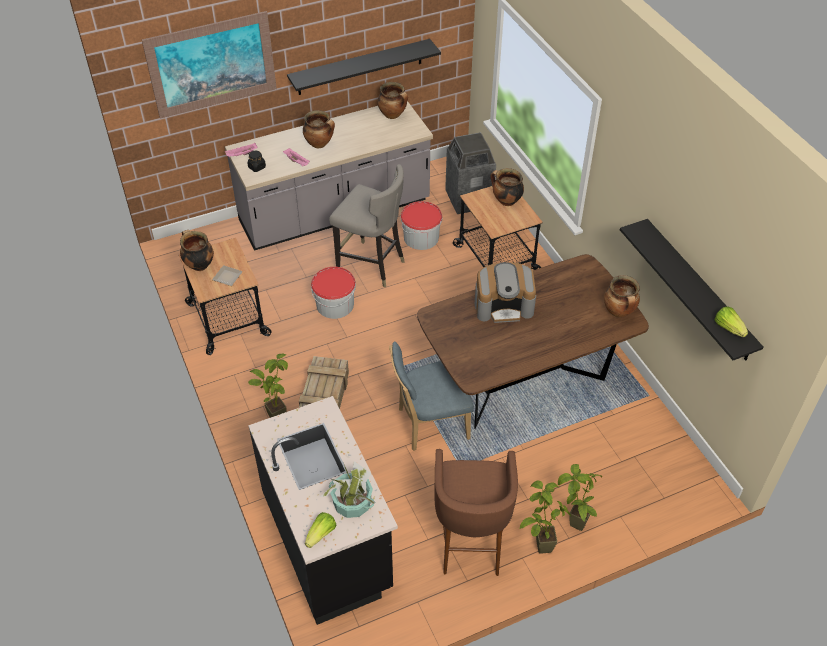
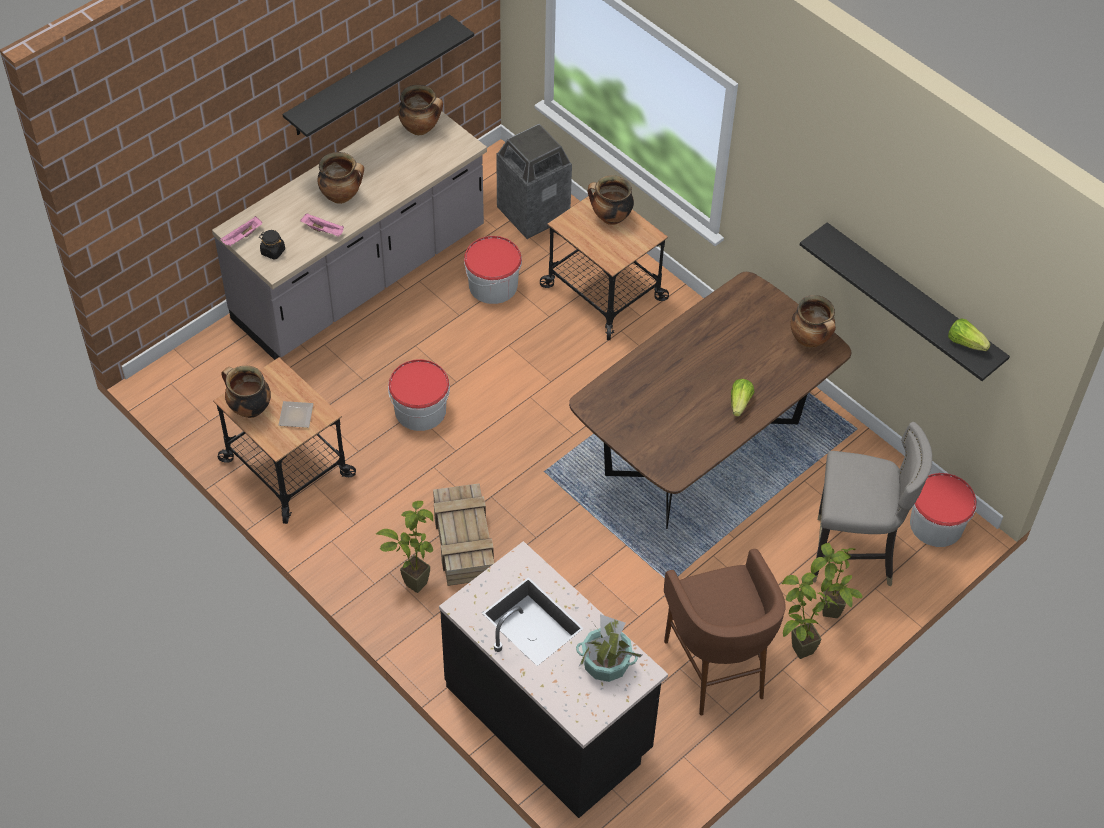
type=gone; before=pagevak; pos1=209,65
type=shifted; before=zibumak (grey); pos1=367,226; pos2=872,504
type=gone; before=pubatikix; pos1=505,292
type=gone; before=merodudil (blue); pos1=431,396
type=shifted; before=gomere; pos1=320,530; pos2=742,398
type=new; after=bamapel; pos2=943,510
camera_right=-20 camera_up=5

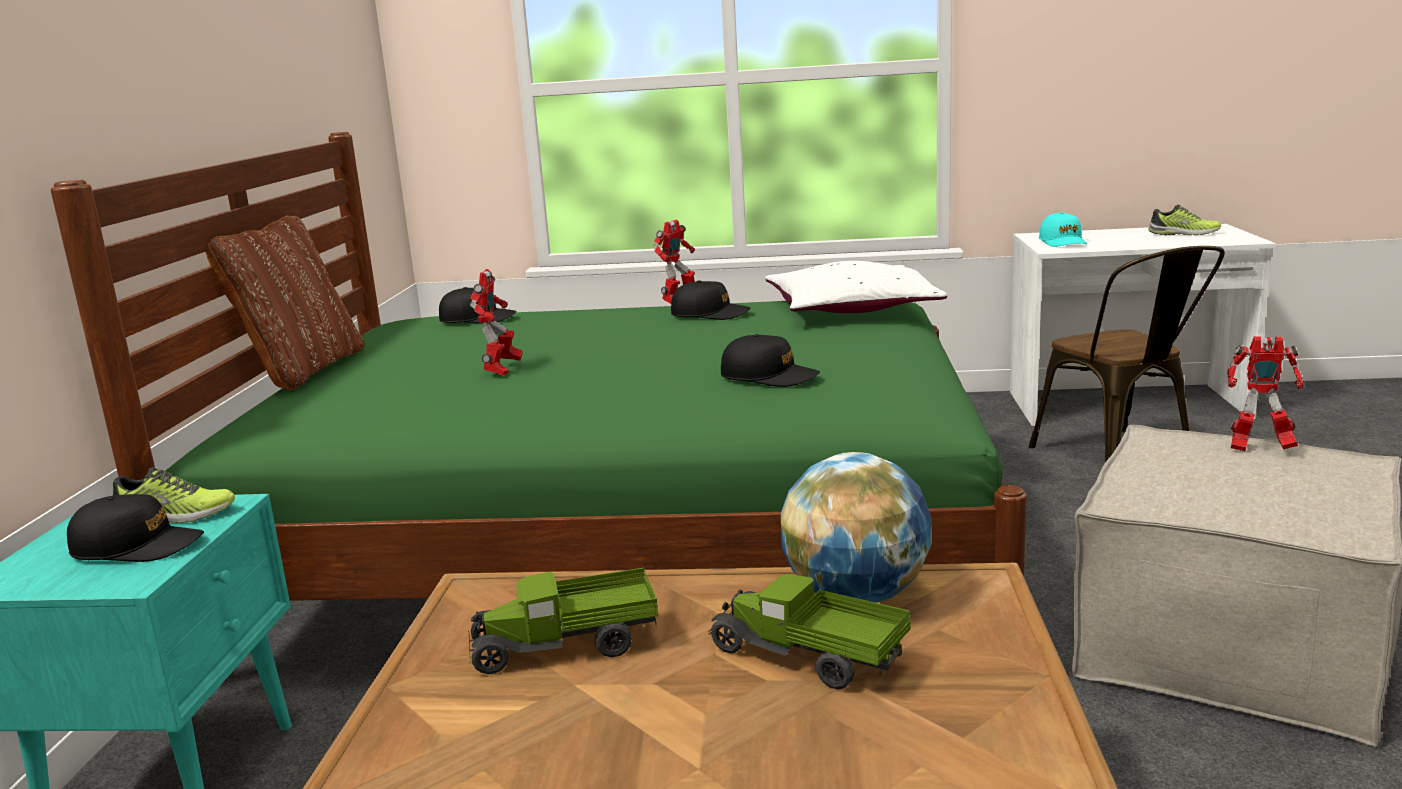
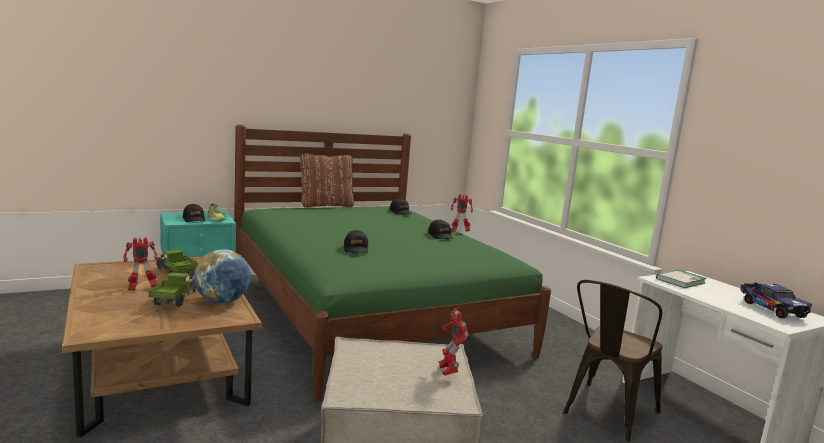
type=swapped; before=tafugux; after=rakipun; pos1=1184,219; pos2=776,300
type=swapped; before=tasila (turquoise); after=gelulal; pos1=1063,229; pos2=681,279
type=gone; before=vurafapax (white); pos1=856,287
type=shifted; before=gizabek; pos1=496,322; pos2=140,264
camera_right=55 camera_up=-5

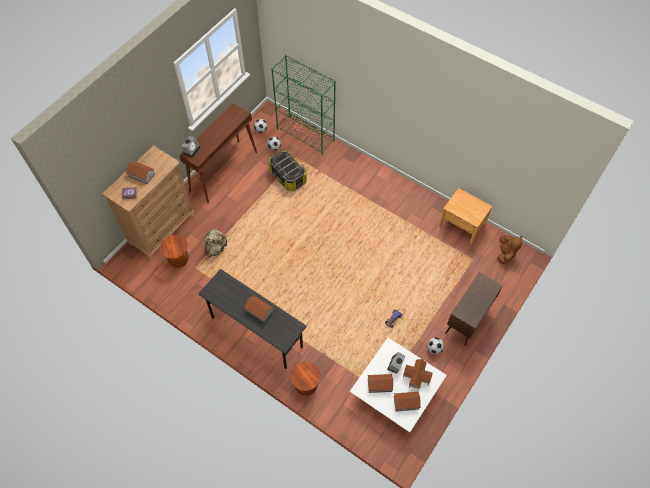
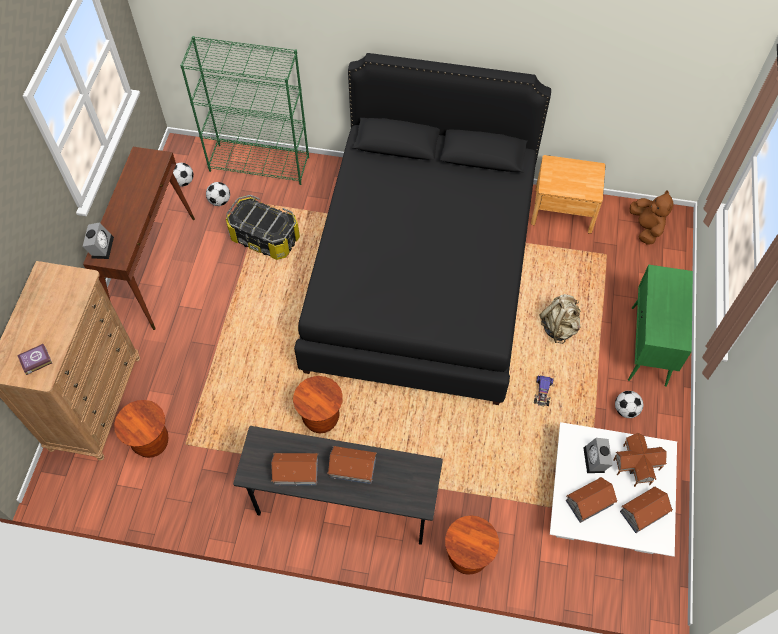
type=shifted; before=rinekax; pos1=140,172; pos2=294,469
type=shifted; before=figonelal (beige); pos1=215,243; pos2=559,319
type=repainted; before=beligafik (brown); after=beligafik (green); pos1=474,309; pos2=660,325
type=new; after=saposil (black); pos2=422,229
type=new; after=zibumak (brown); pos2=318,404
camera_right=-25 camera_up=0

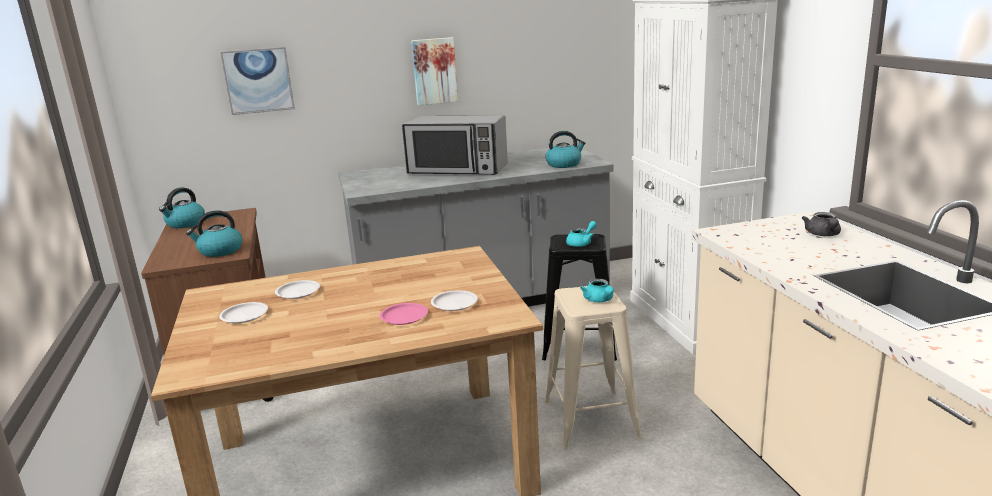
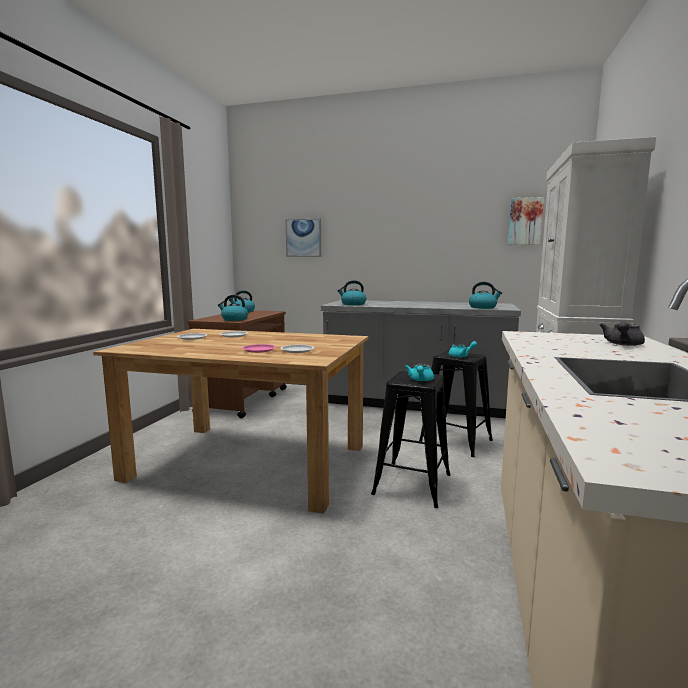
type=shifted; before=pagevak; pos1=434,71; pos2=526,221
type=gone; before=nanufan; pos1=455,145
type=repainted; before=zibumak (beige); after=zibumak (black); pos1=593,367; pos2=411,439
type=new; after=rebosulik; pos2=352,292
camera_right=30 camera_up=-10

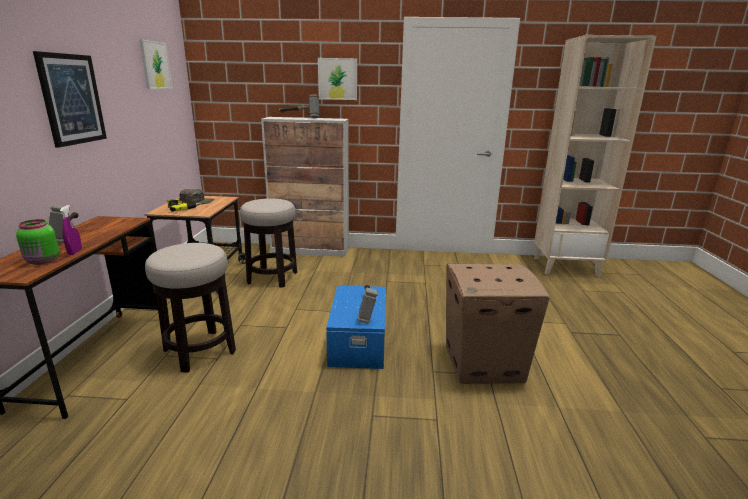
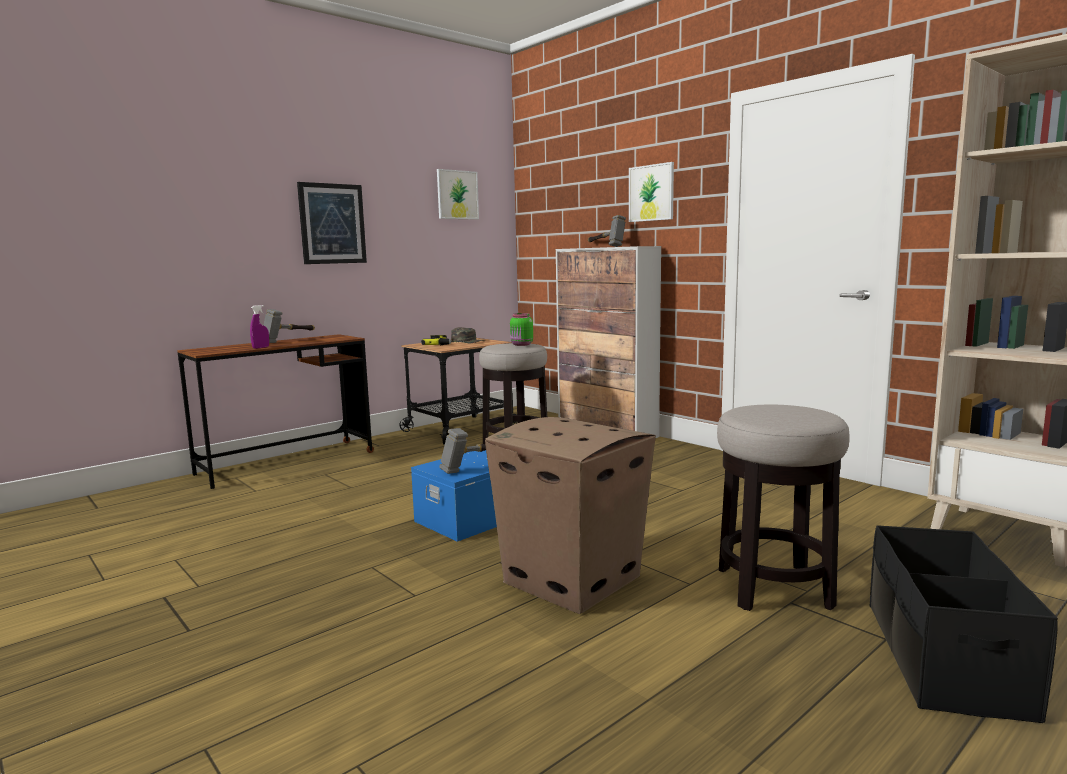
type=shifted; before=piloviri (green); pos1=37,242; pos2=521,329
type=shifted; before=zibumak; pos1=190,308; pos2=783,508
type=new; after=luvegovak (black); pos2=964,624
camera_right=45 camera_up=-10

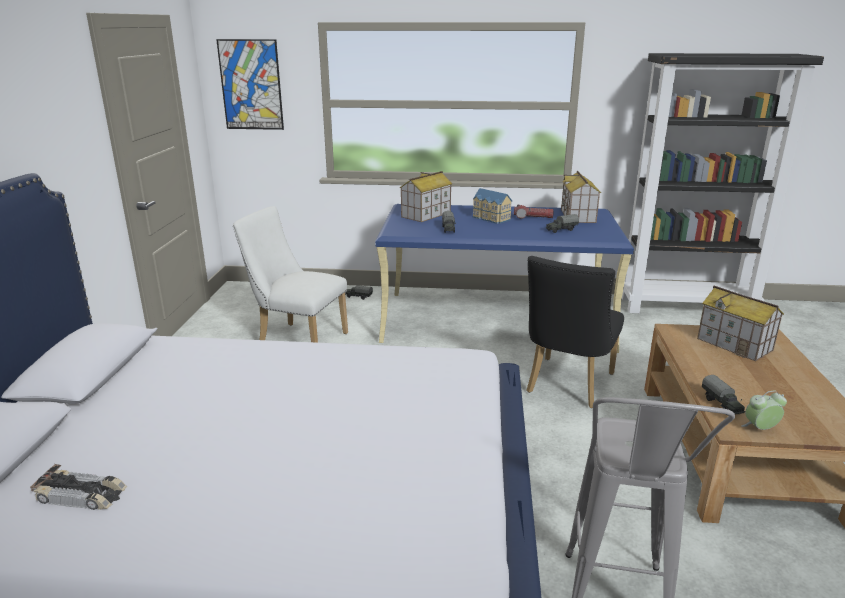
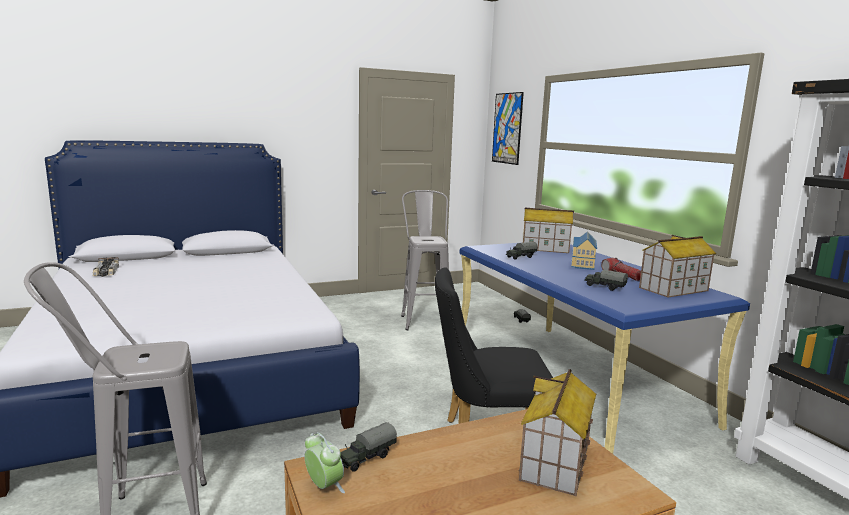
type=swapped; before=merodudil (white); after=zibumak (grey); pos1=290,274; pos2=425,260
camera_right=60 camera_up=-10

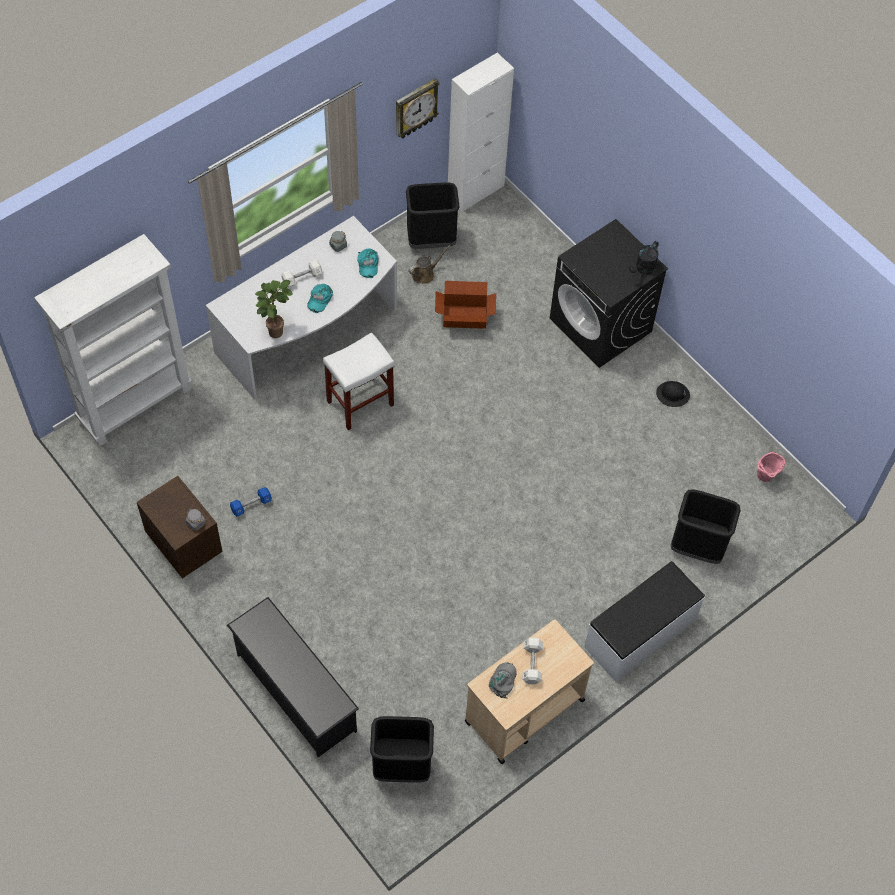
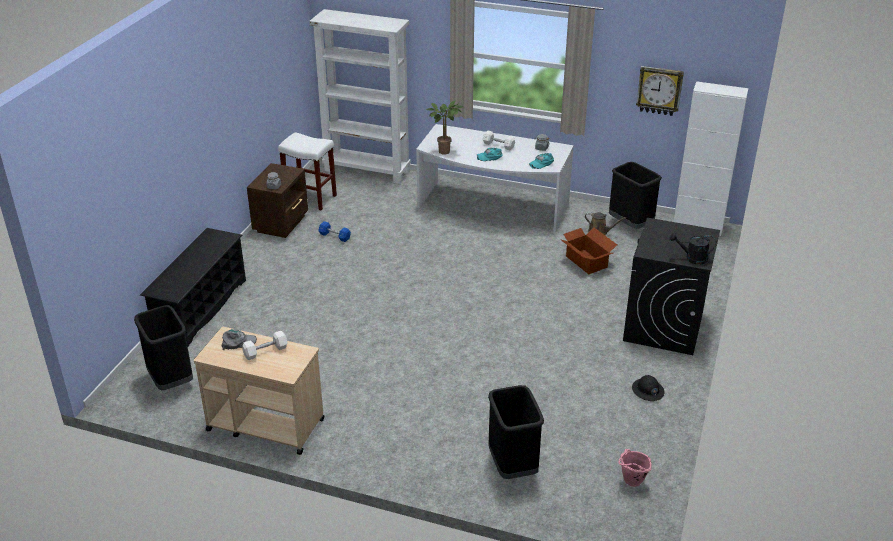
type=shifted; before=zibumak (white); pos1=358,381; pos2=307,171
type=gone; before=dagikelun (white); pos1=644,621
camera_right=60 camera_up=-25

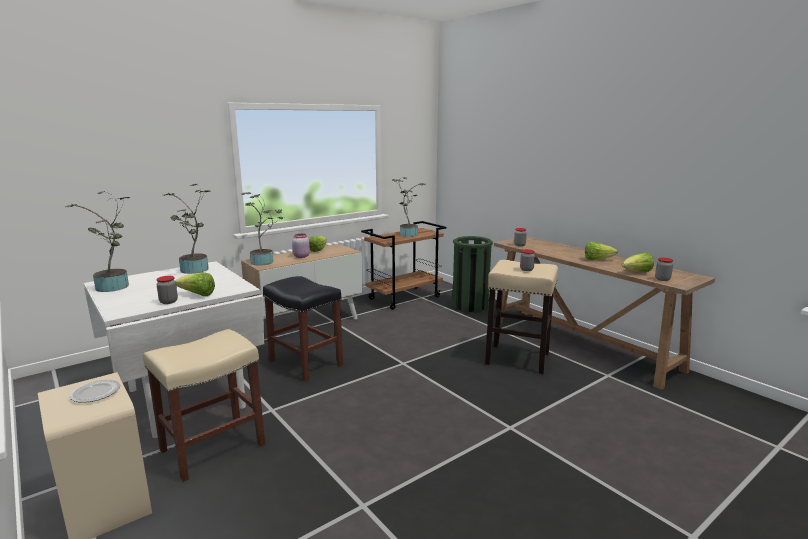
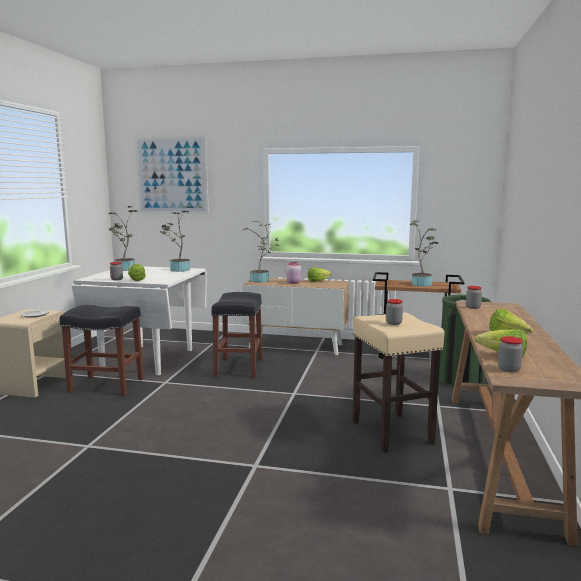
type=repainted; before=zibumak (beige); after=zibumak (black); pos1=204,405; pos2=101,350
type=new; after=pagevak; pos2=172,175
camera_right=50 camera_up=-5

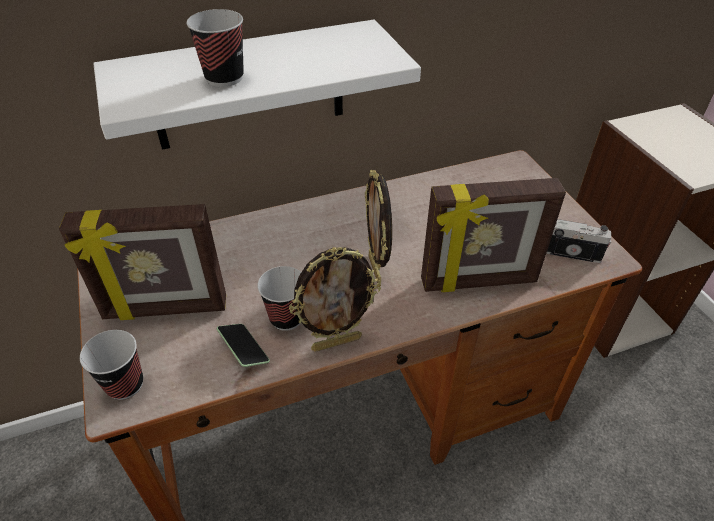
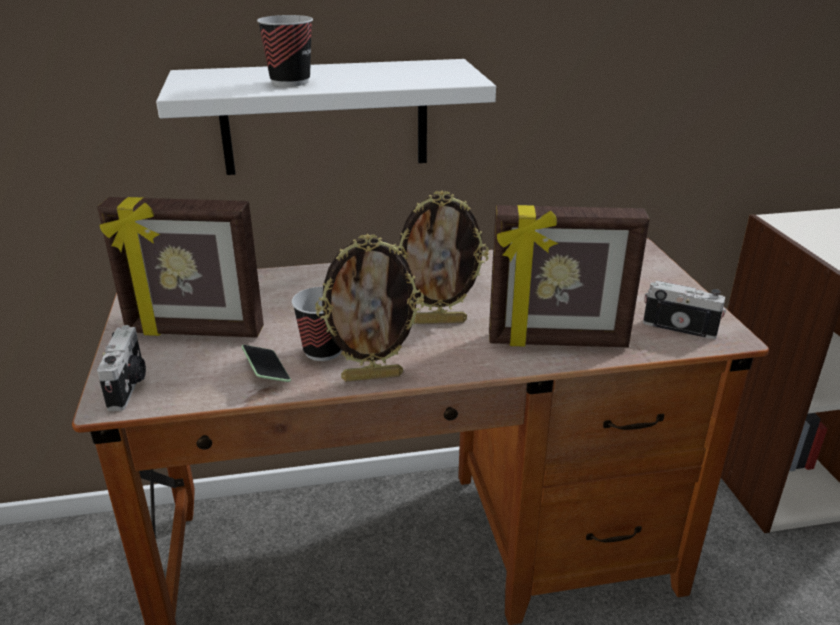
type=rotated; before=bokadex; pos1=378,226; pos2=442,257; turn=-90
type=swapped; before=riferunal; after=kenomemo; pos1=111,365; pos2=121,368
camera_right=10 camera_up=-15

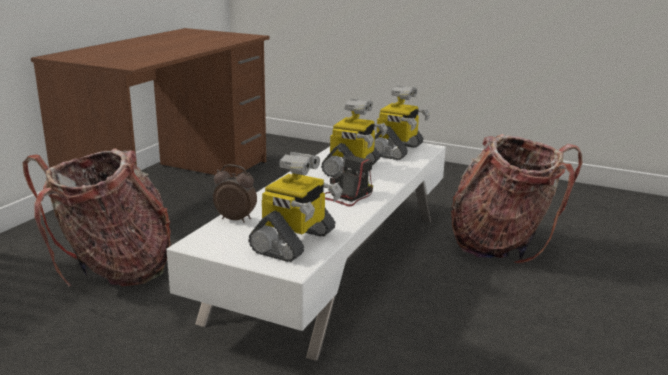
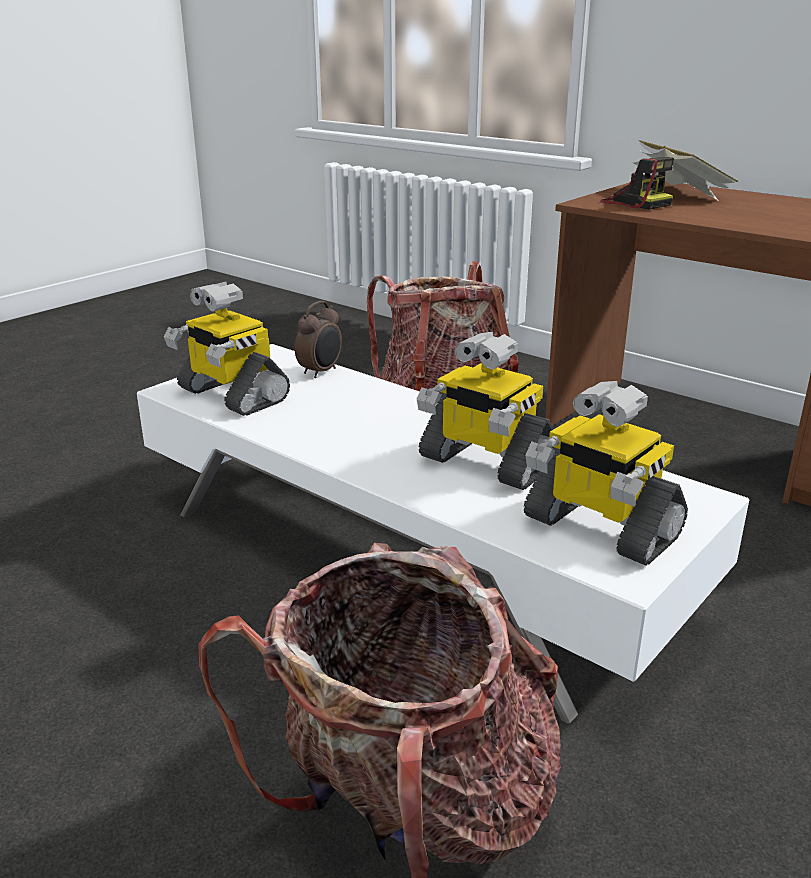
type=shifted; before=kenomemo; pos1=349,180; pos2=637,183
type=new; after=gelulal; pos2=686,170
camera_right=105 camera_up=5

